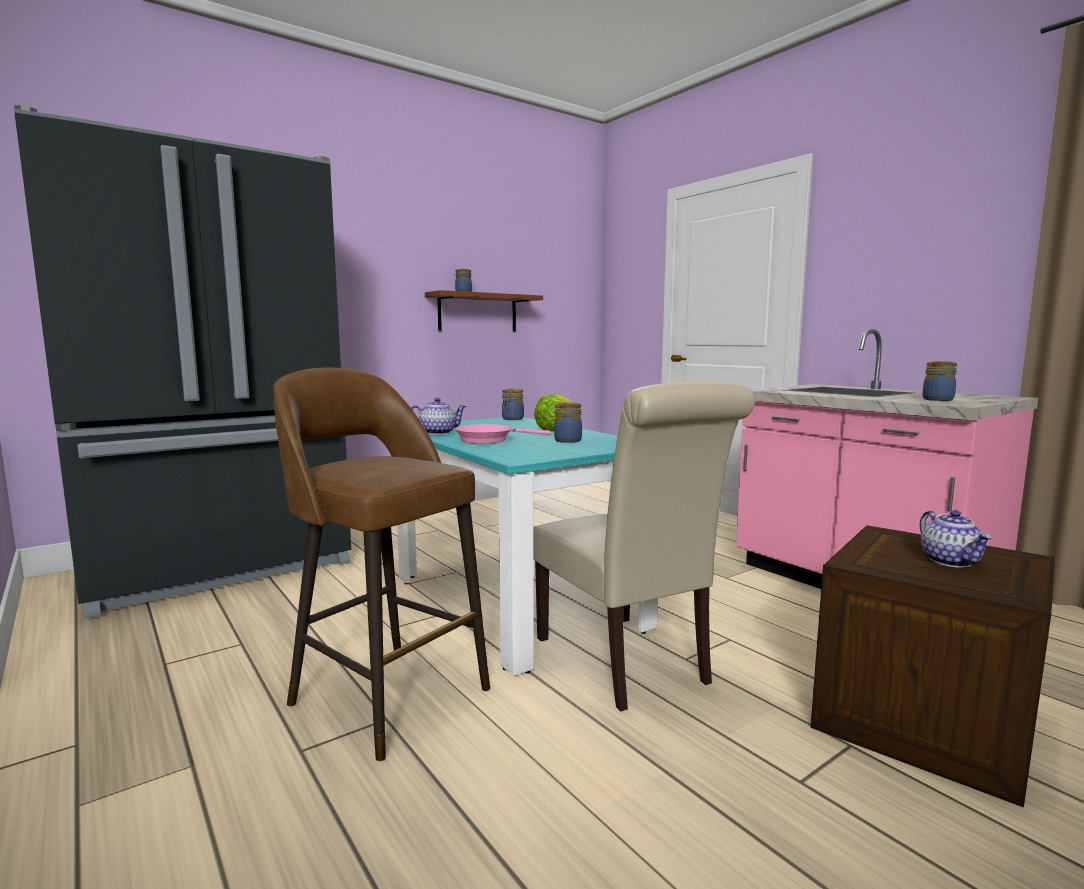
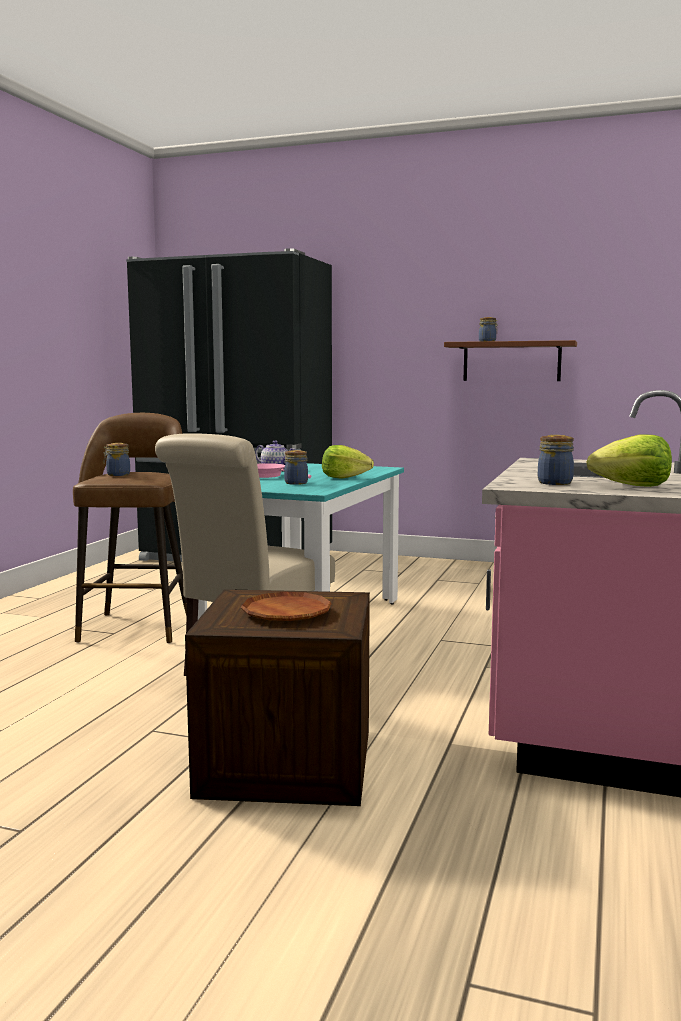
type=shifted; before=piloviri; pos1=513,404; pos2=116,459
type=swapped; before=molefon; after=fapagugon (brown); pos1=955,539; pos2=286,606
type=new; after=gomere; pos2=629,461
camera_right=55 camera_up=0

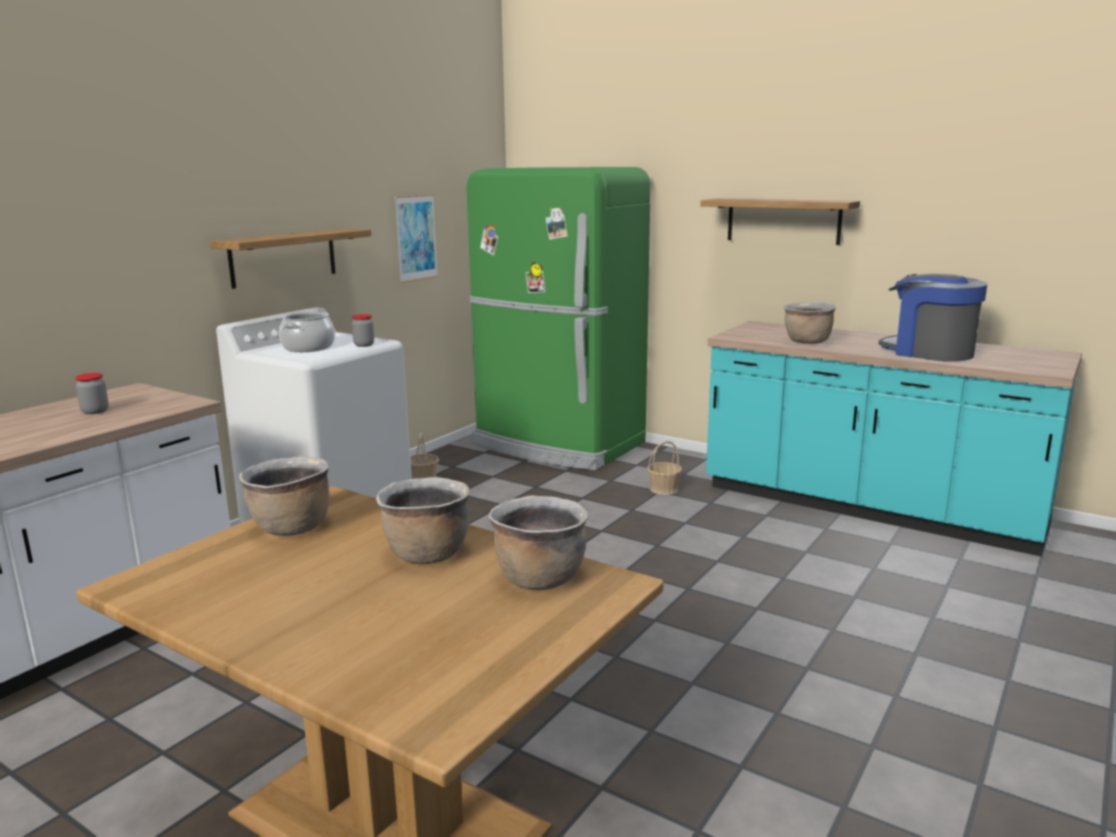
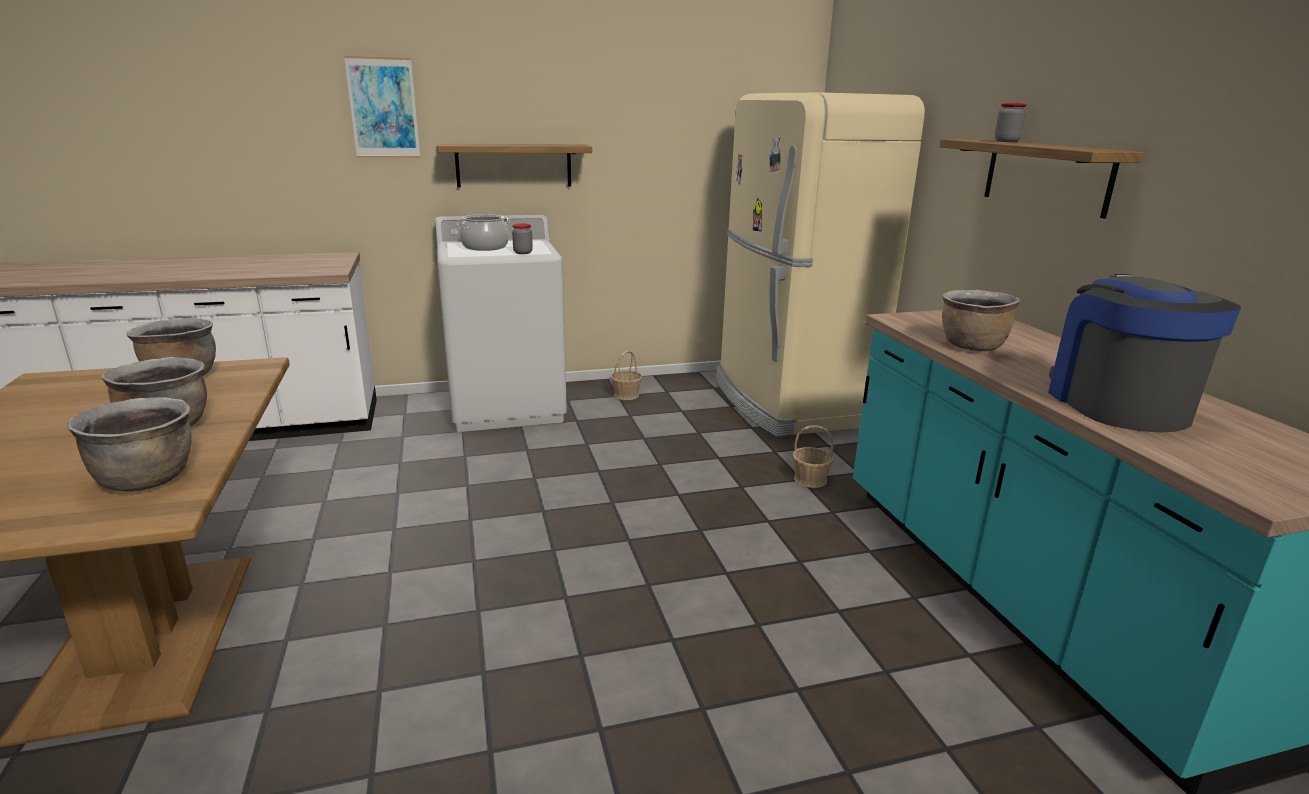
type=repainted; before=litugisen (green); after=litugisen (beige); pos1=558,318; pos2=820,264
type=shifted; before=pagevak; pos1=416,238; pos2=382,107
type=shifted; before=piloviri; pos1=92,393; pos2=1011,122
camera_right=40 camera_up=5

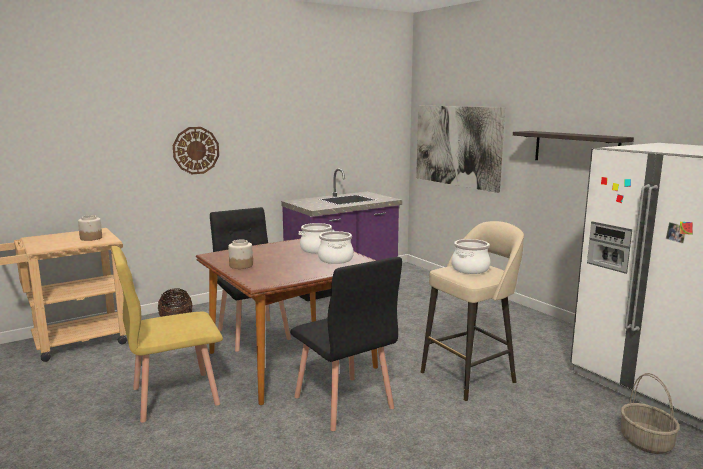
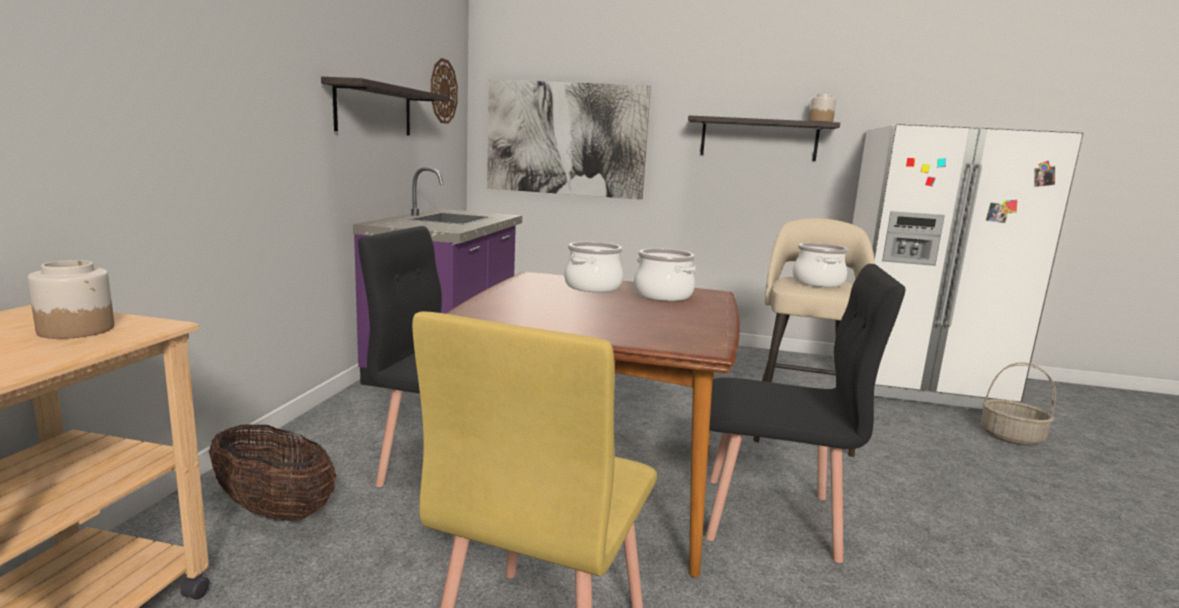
type=shifted; before=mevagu; pos1=196,150; pos2=444,91
type=shifted; before=piloviri; pos1=240,254; pos2=822,108
type=new; after=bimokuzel; pos2=384,106
camera_right=-45 camera_up=0

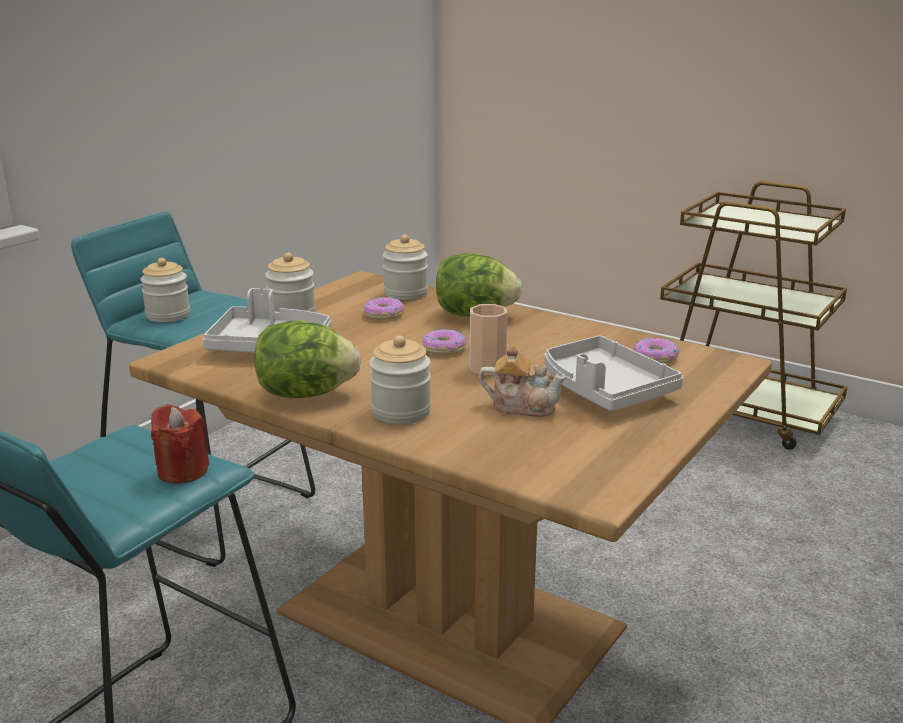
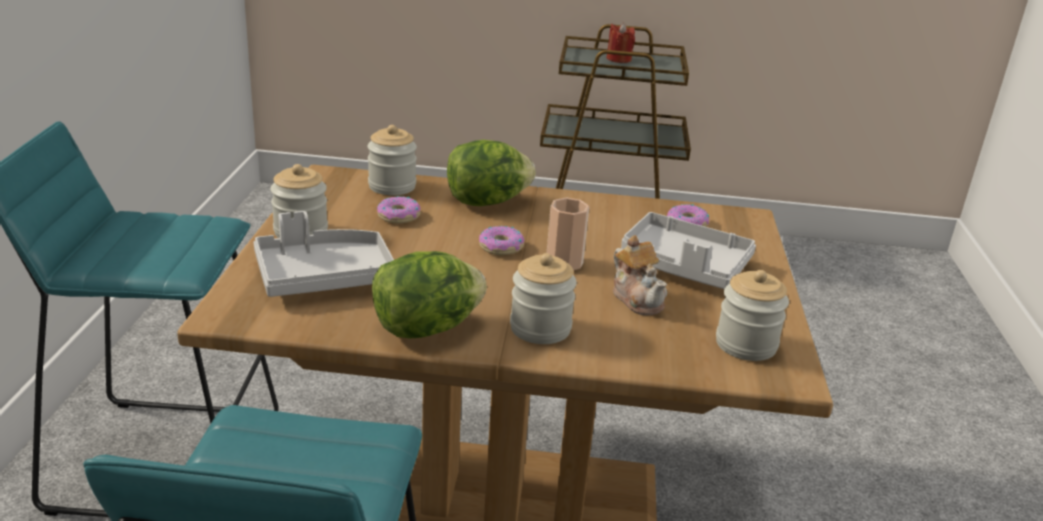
type=shifted; before=piloviri; pos1=165,290; pos2=752,315
type=rotated; before=molefon; pos1=523,380; pos2=640,275; turn=75
type=shifted; before=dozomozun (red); pos1=180,444; pos2=621,43
camera_right=-30 camera_up=5

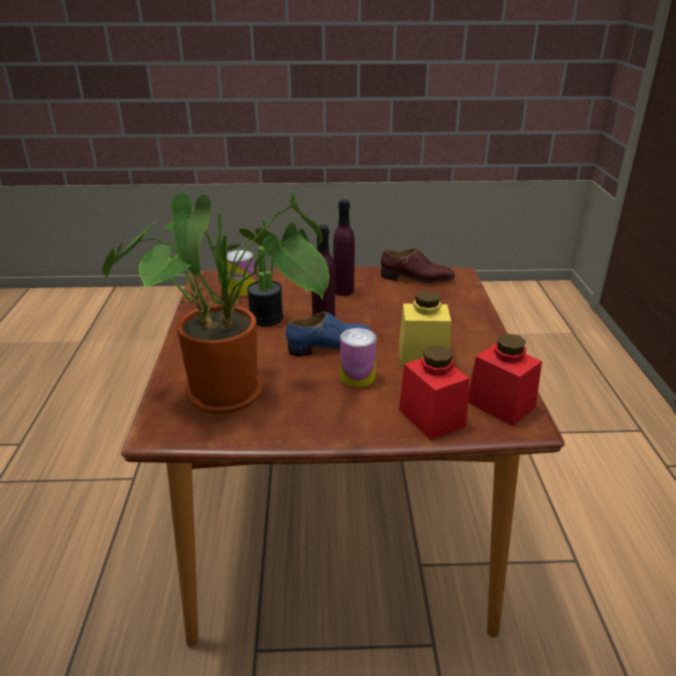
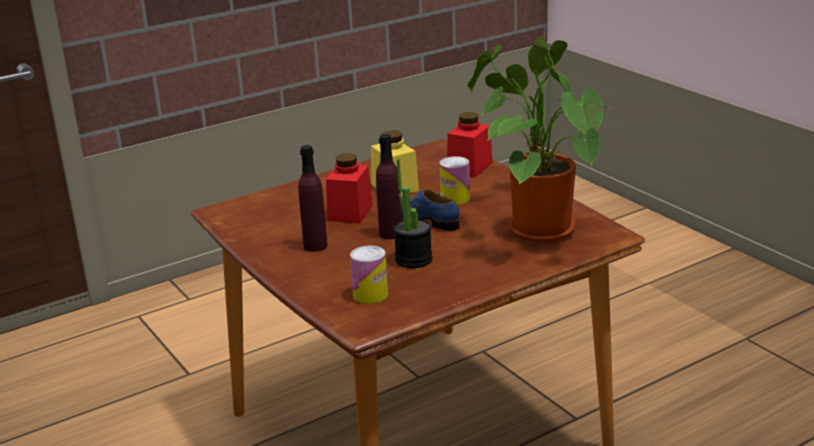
type=gone; before=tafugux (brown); pos1=418,265
type=shifted; before=piloviri (red); pos1=505,380; pos2=349,188
camera_right=-120 camera_up=-5

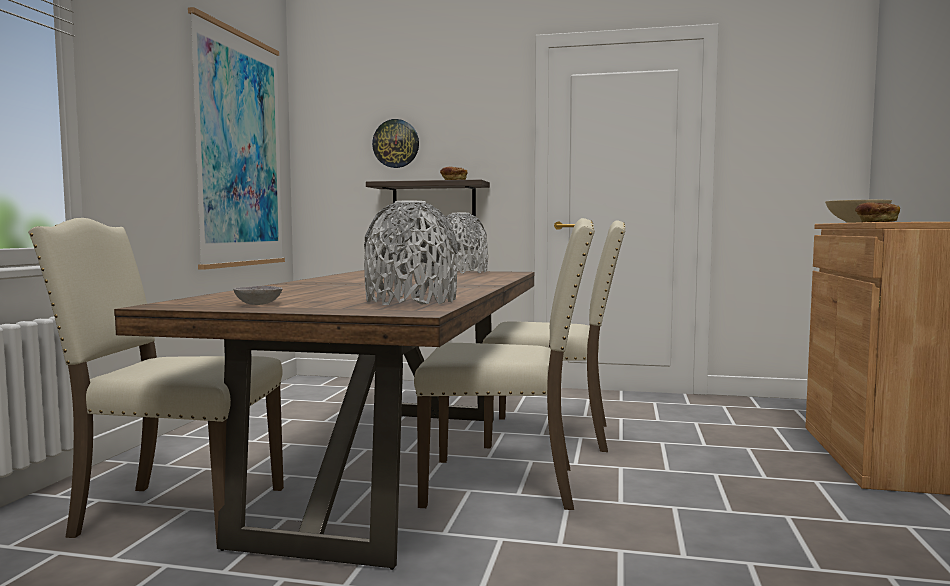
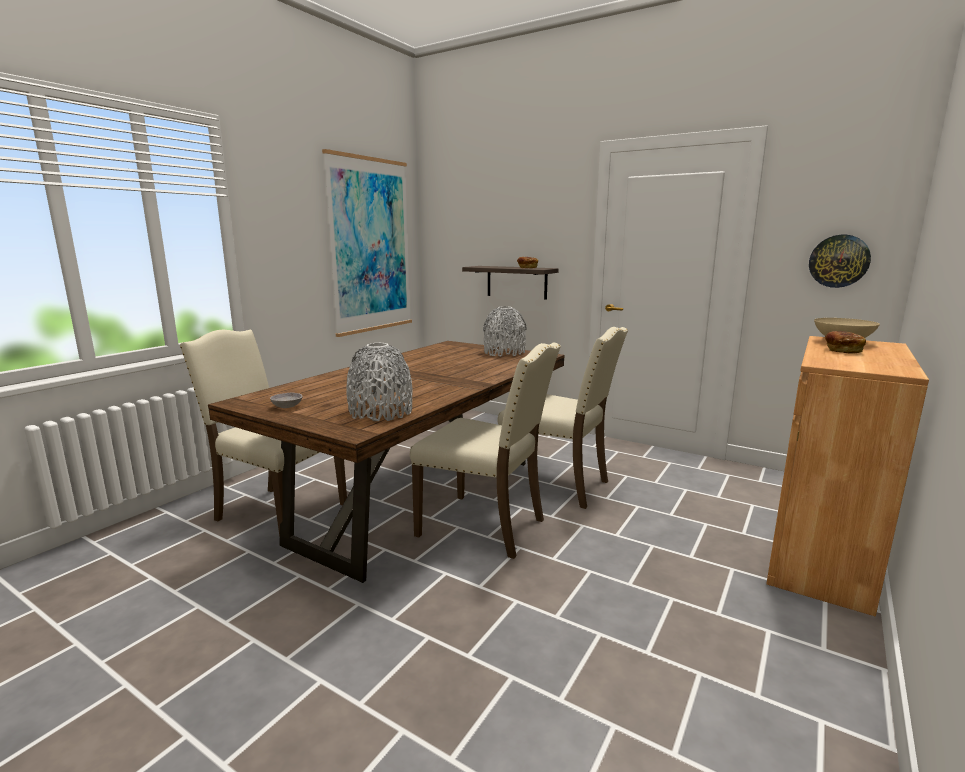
type=shifted; before=mevagu; pos1=395,143; pos2=840,261
camera_right=20 camera_up=10

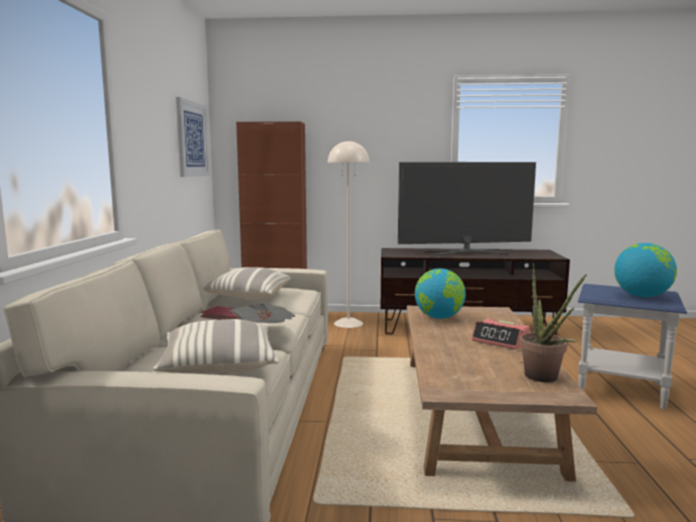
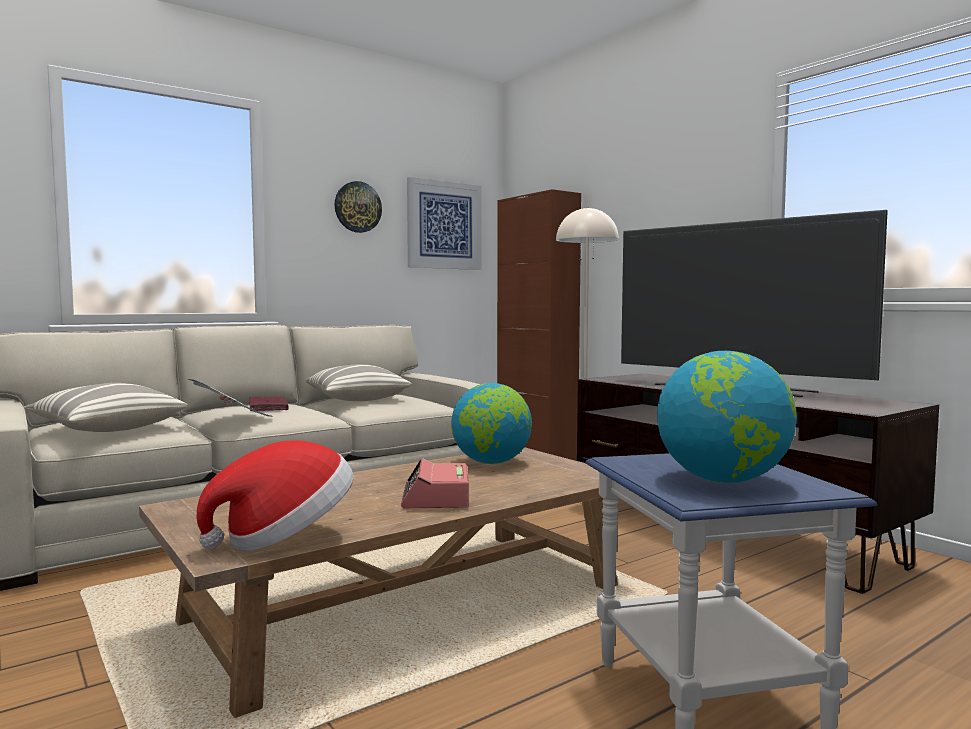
type=swapped; before=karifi; after=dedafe; pos1=553,322; pos2=275,495
type=new; after=mevagu; pos2=358,207
camera_right=50 camera_up=-5

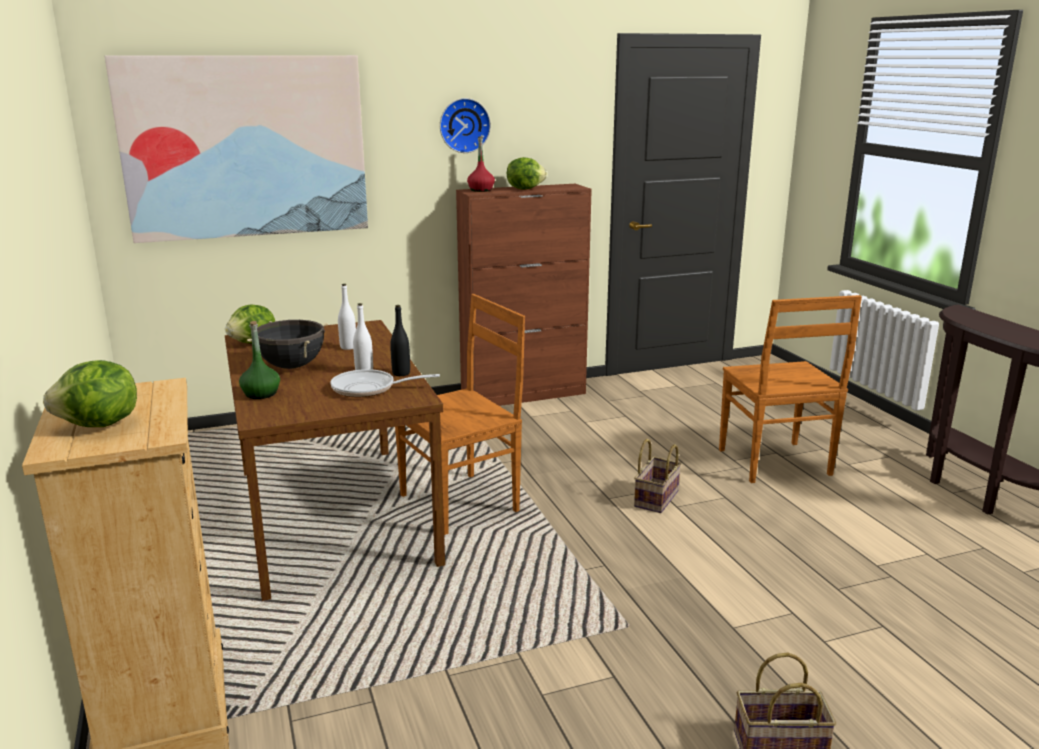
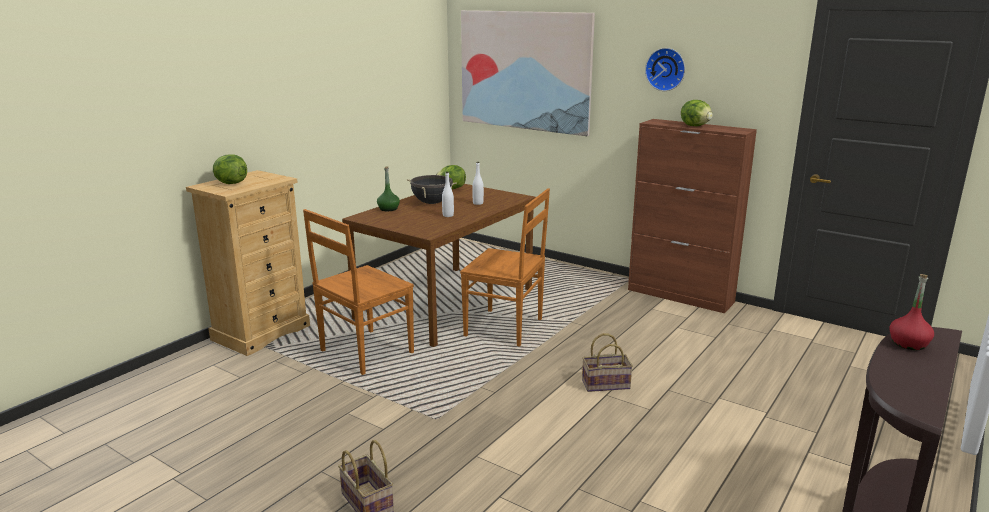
type=shifted; before=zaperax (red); pos1=481,164; pos2=912,312
type=shifted; before=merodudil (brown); pos1=790,389; pos2=358,292
type=gone; before=zaperax (black); pos1=400,340
type=gone; before=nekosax; pos1=385,383
camera_right=55 camera_up=0

